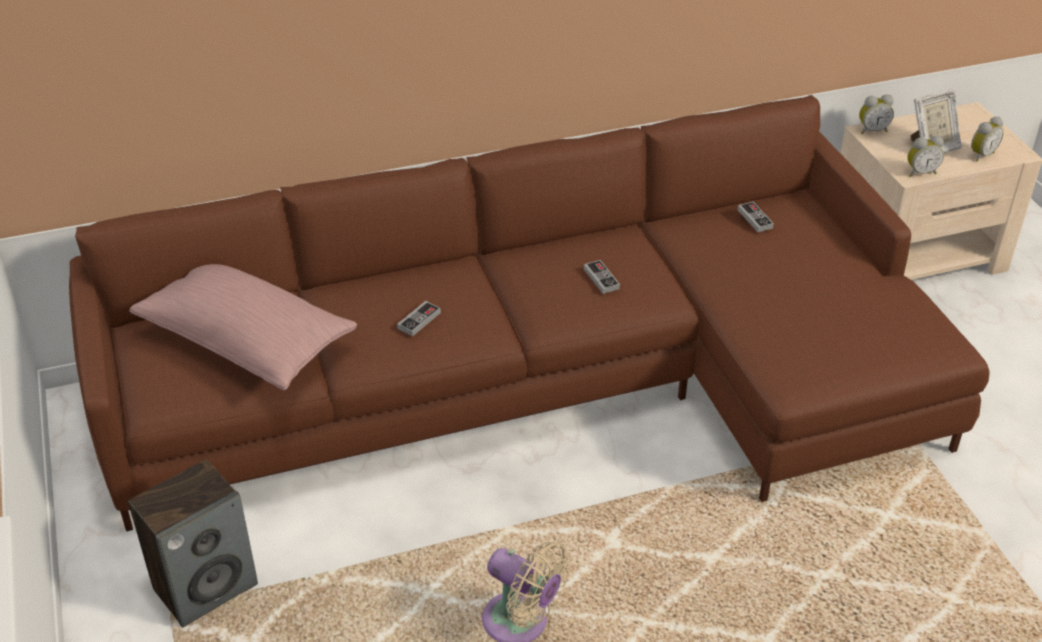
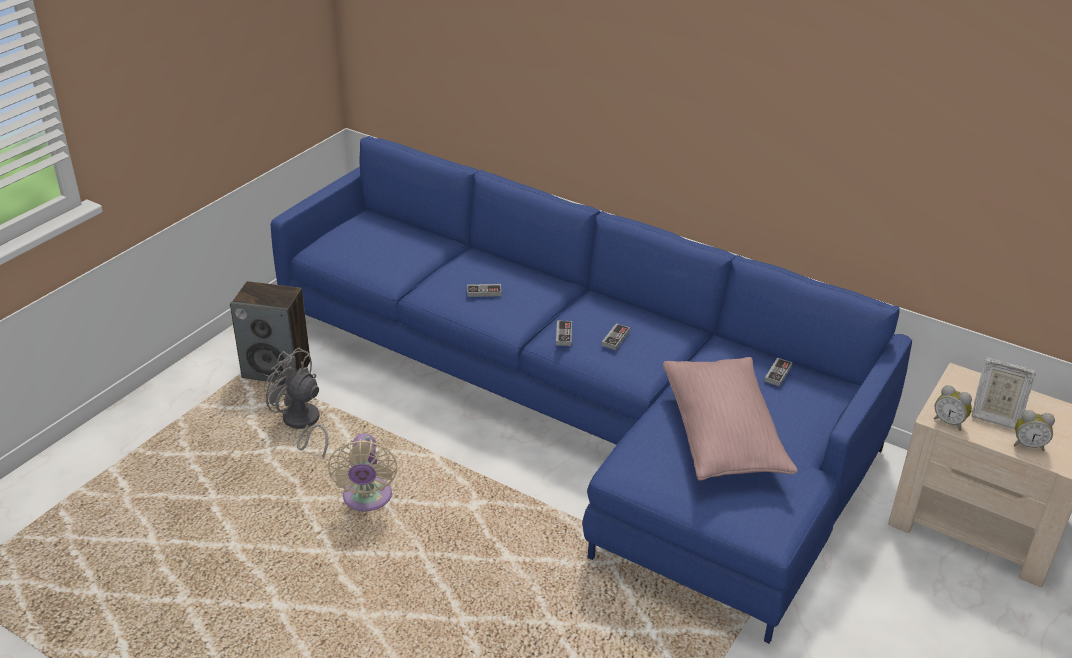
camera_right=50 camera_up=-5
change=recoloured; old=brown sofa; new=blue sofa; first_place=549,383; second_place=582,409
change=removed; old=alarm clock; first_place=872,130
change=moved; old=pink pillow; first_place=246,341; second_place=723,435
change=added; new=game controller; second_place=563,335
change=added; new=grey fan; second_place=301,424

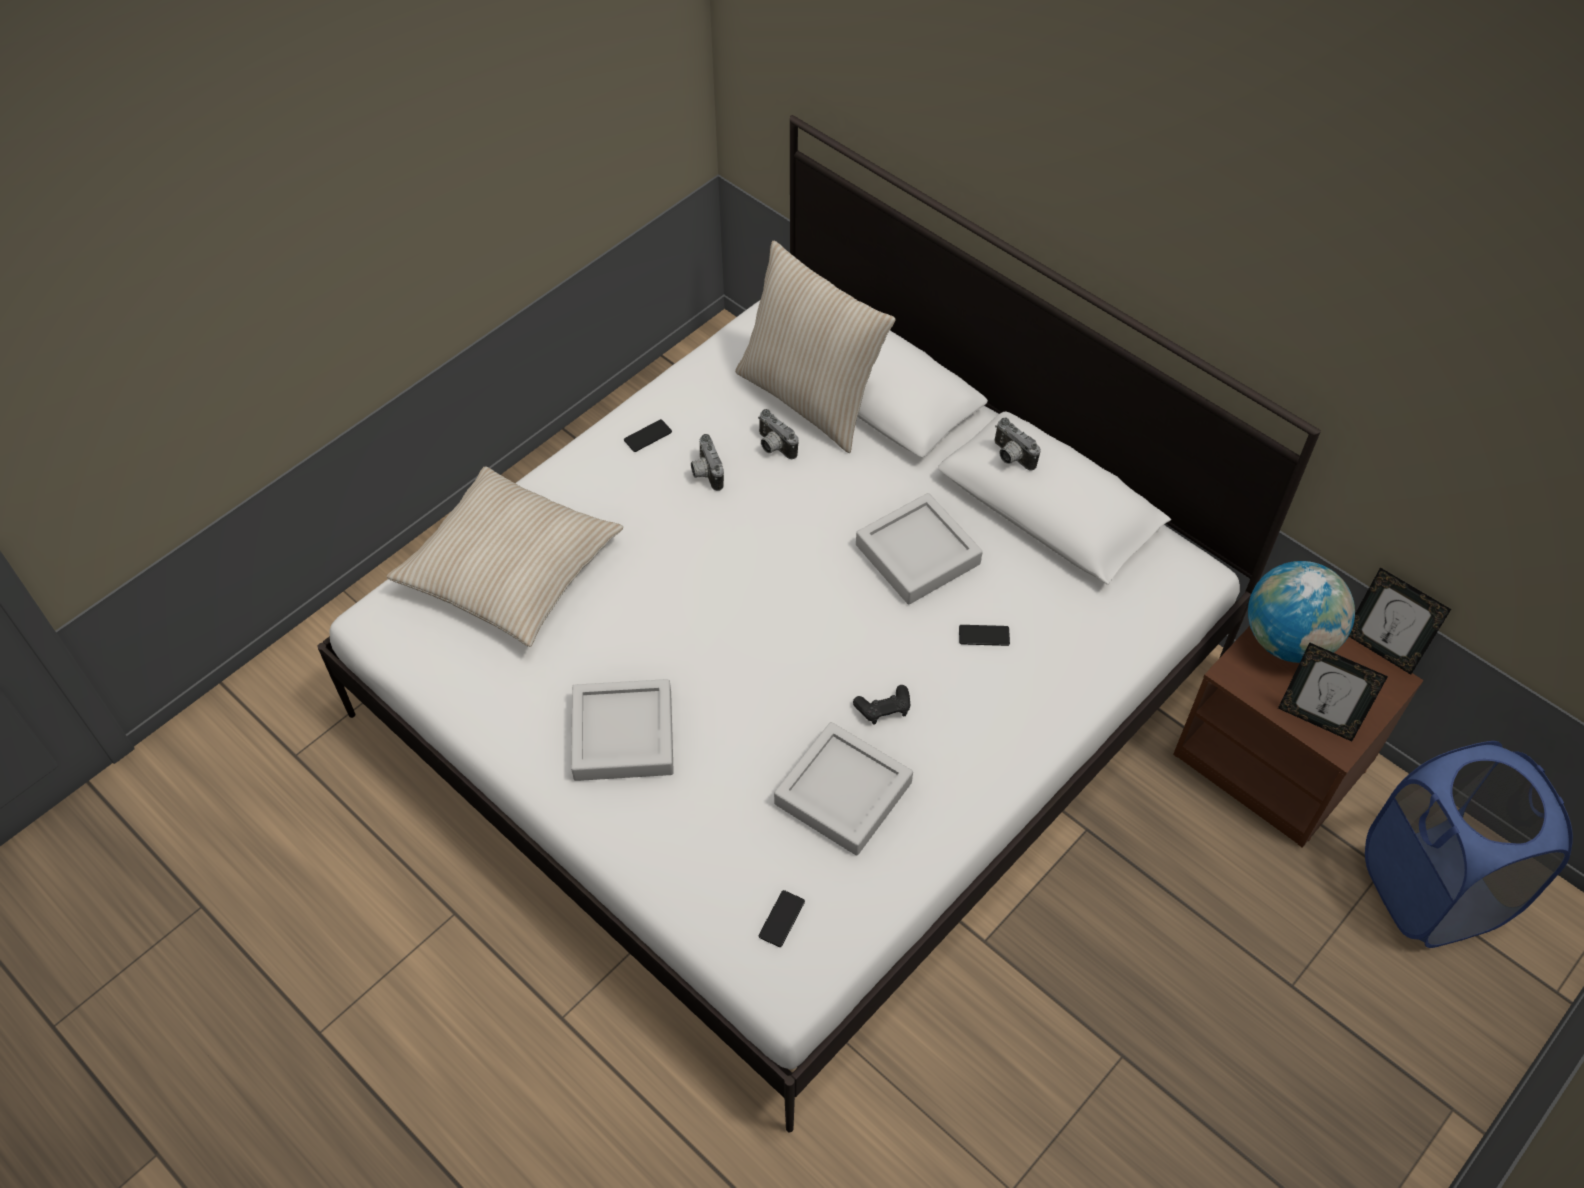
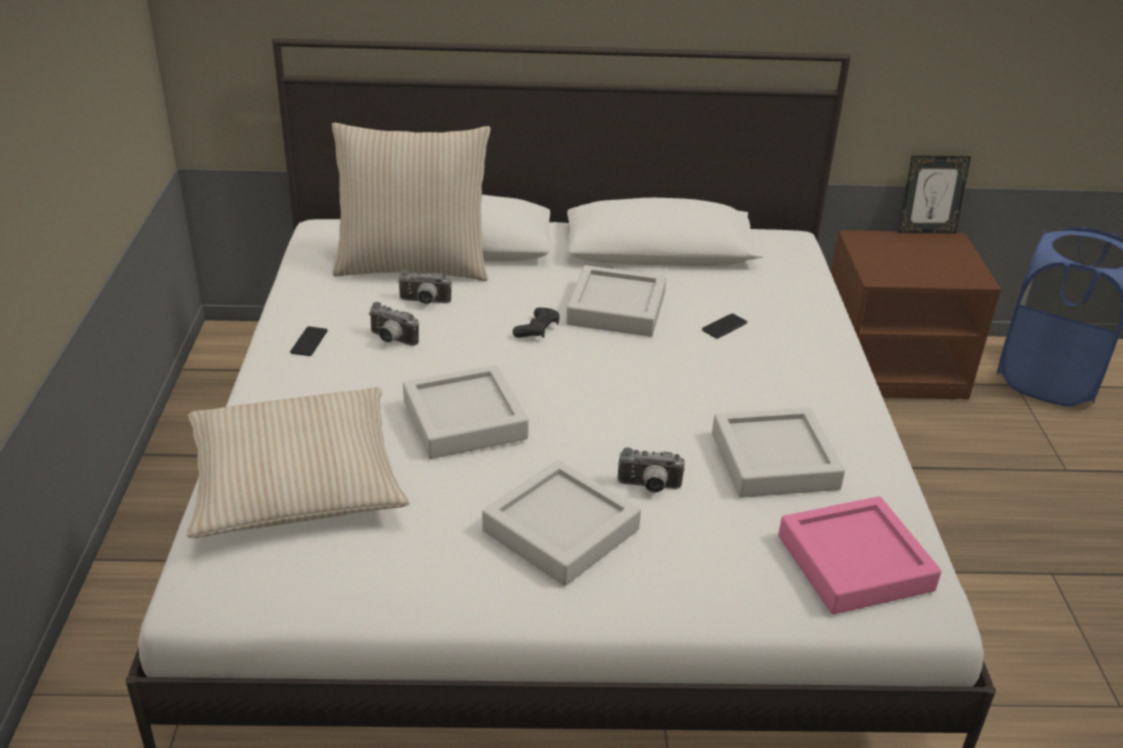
camera_right=-45 camera_up=-20
change=moved; old=photo camera; first_place=1010,457; second_place=649,487
change=removed; old=globe; first_place=1288,640
change=removed; old=picture frame; first_place=1316,720
change=moved; old=black game controller; first_place=883,709; second_place=537,330
change=replaced; old=phone; new=pink tray; first_place=781,919; second_place=854,563
change=added; new=grey tray; second_place=464,420

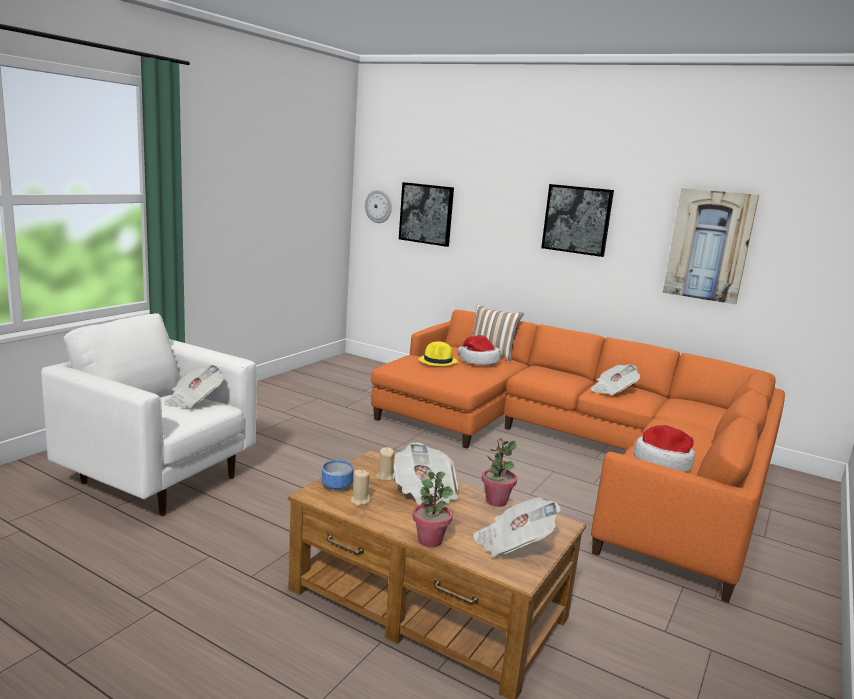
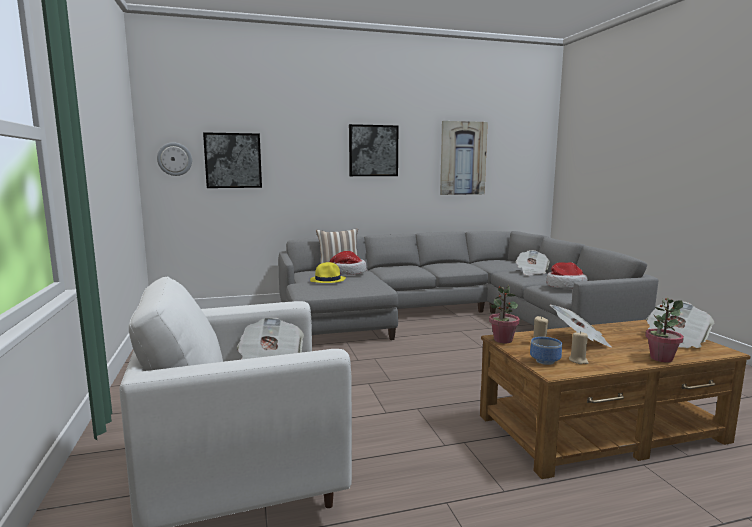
camera_right=-45 camera_up=-5
change=recoloured; old=orange sofa; new=grey sofa; first_place=577,452; second_place=444,316
change=moved; old=newspaper; first_place=612,391; second_place=531,272
change=moved; old=potted plant; first_place=496,501; second_place=502,340

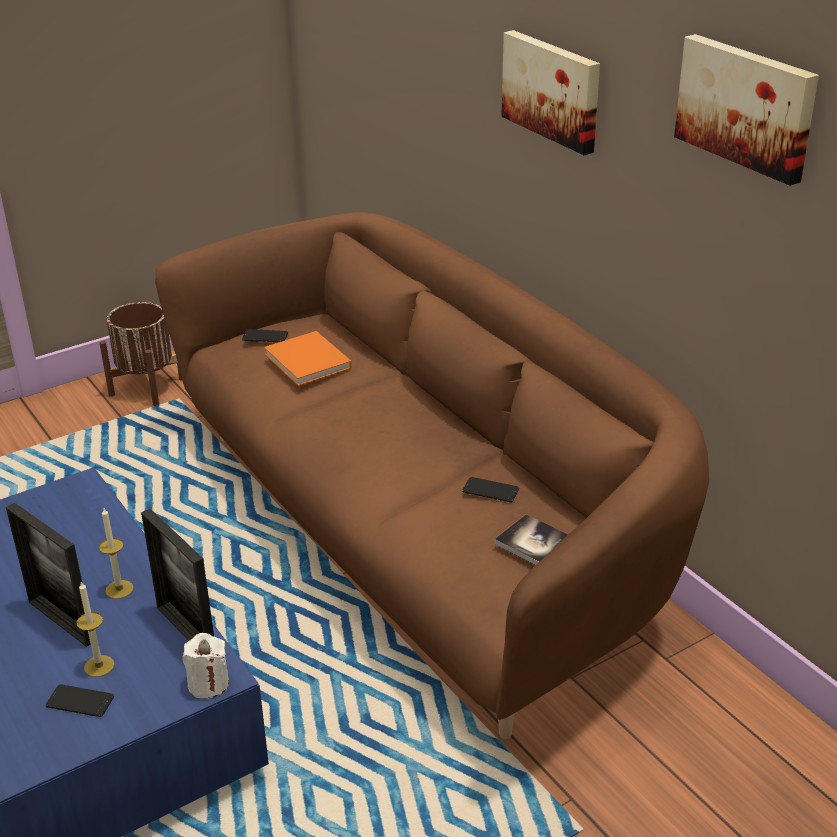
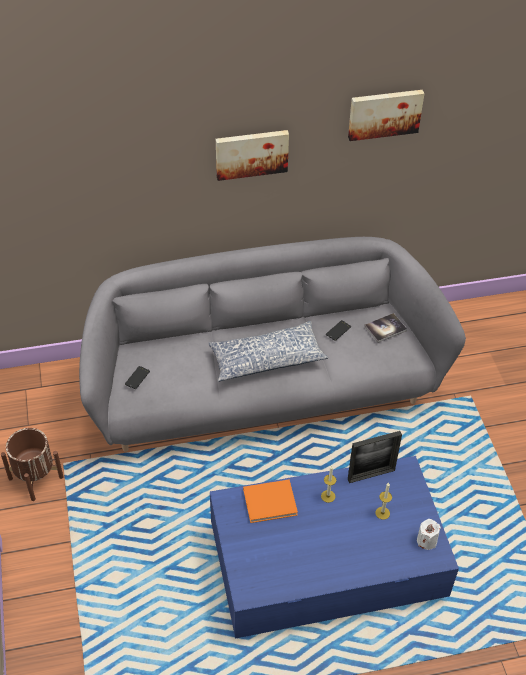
camera_right=-70 camera_up=15
change=recoloured; old=brown sofa; new=grey sofa; first_place=417,534; second_place=262,388
change=moved; old=orange book; first_place=309,362; second_place=271,502
change=removed; old=picture frame; first_place=61,621
change=moved; old=white candle; first_place=208,684; second_place=426,540
change=removed; old=phone; first_place=80,701
change=added; new=pillow; second_place=266,358

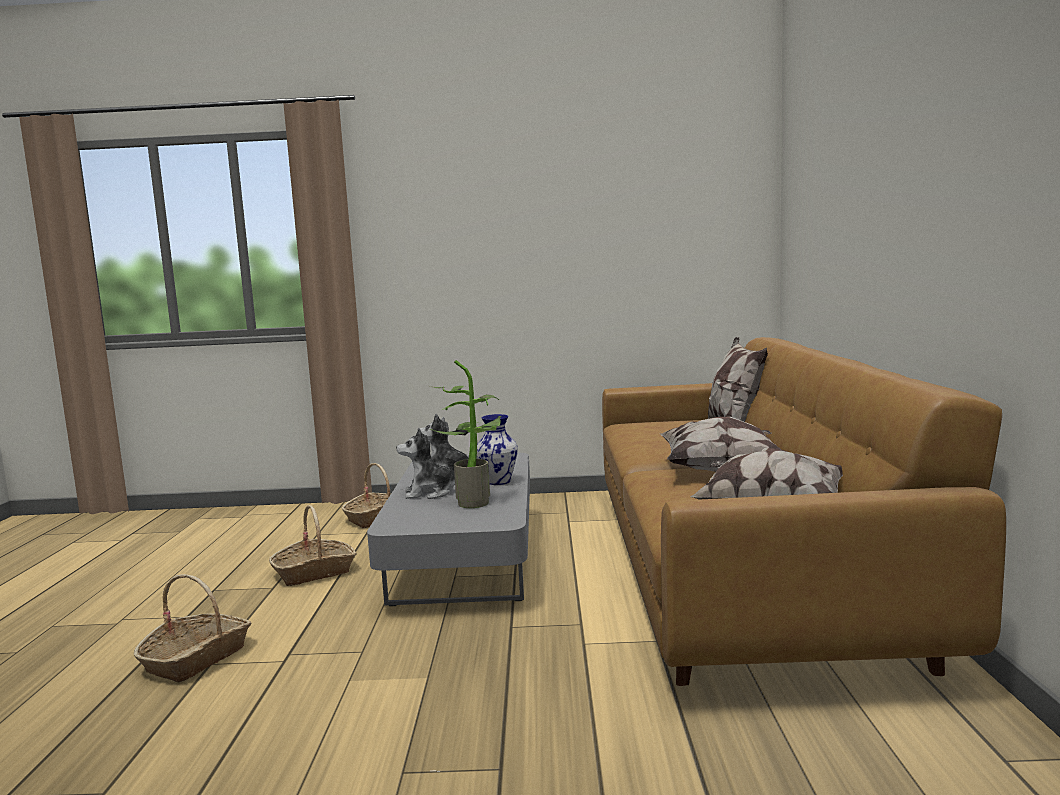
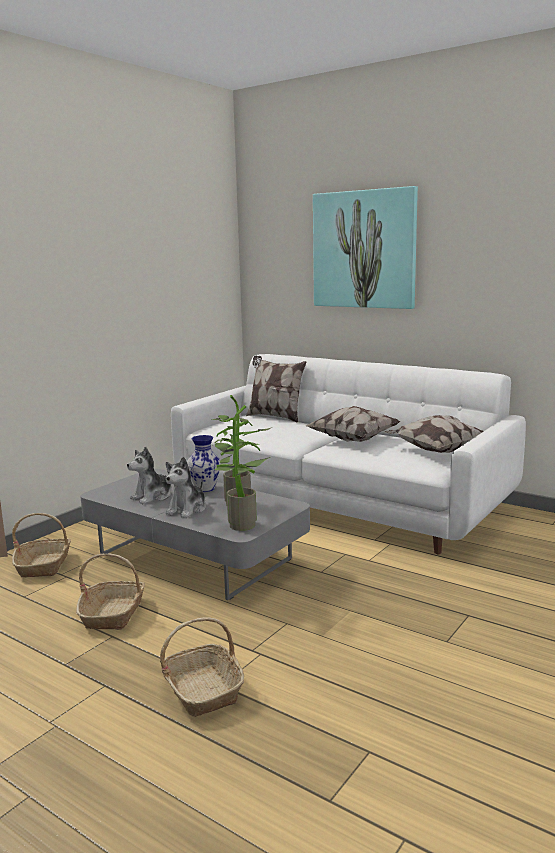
camera_right=-55 camera_up=5
change=recoloured; old=brown sofa; new=white sofa; first_place=740,568; second_place=339,500
change=added; new=picture; second_place=364,249
change=added; new=potted plant; second_place=242,527

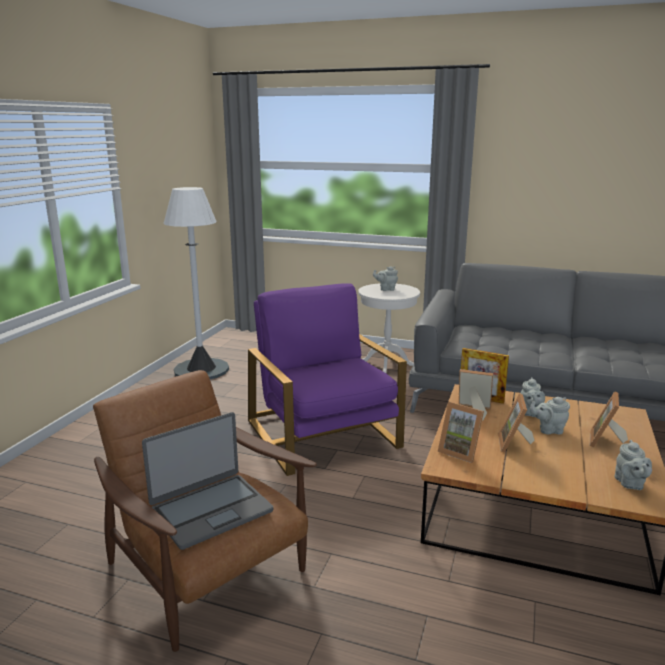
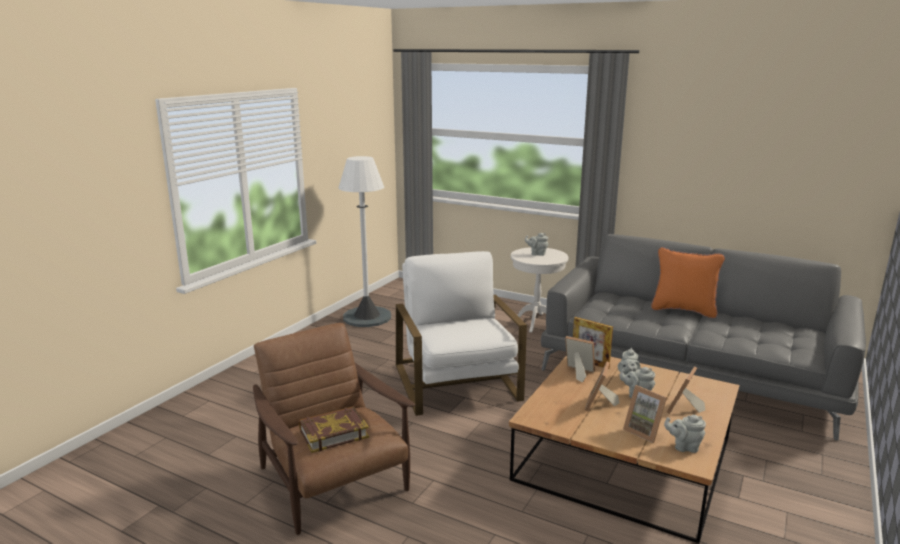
camera_right=10 camera_up=0
change=recoloured; old=purple armchair; new=white armchair; first_place=324,434; second_place=458,383
change=moved; old=picture frame; first_place=460,451; second_place=644,431
change=replaced; old=laptop; new=book; first_place=211,510; second_place=333,433
change=turned; old=grey teapot; first_place=630,484; second_place=684,447; degrees=90
change=added; new=orange pillow; second_place=683,310

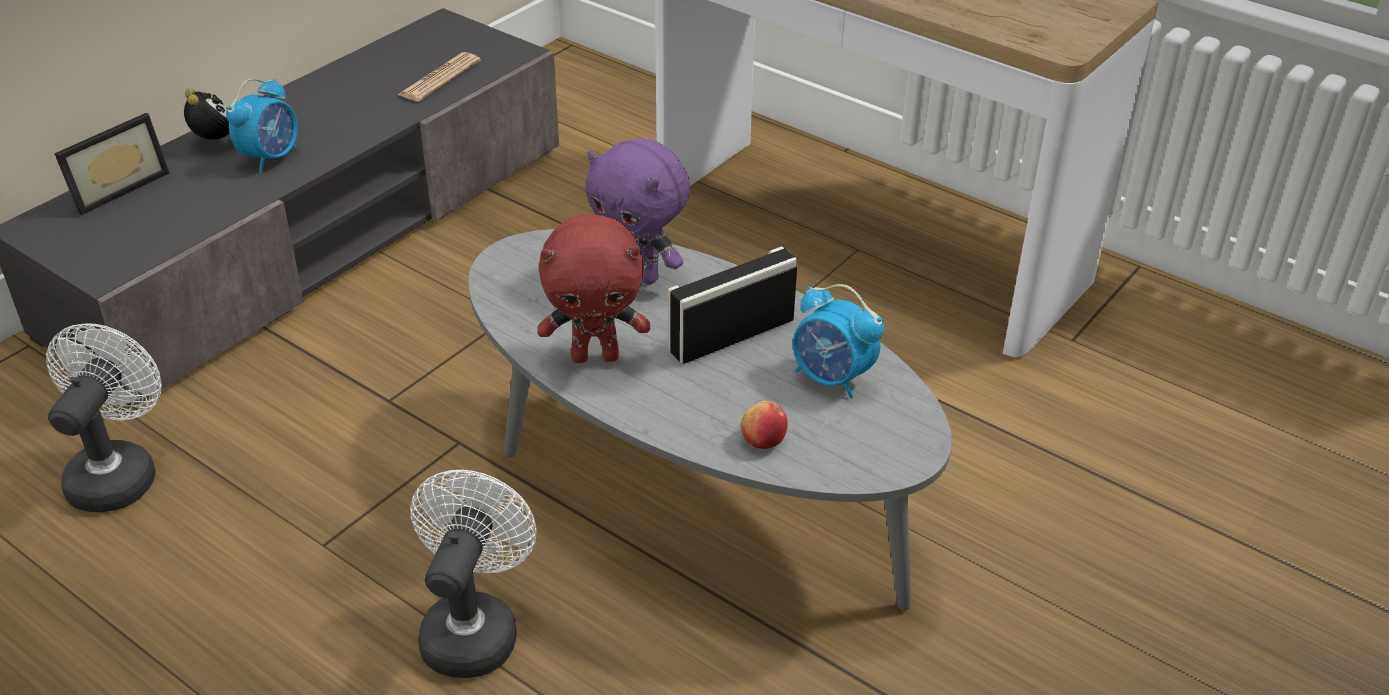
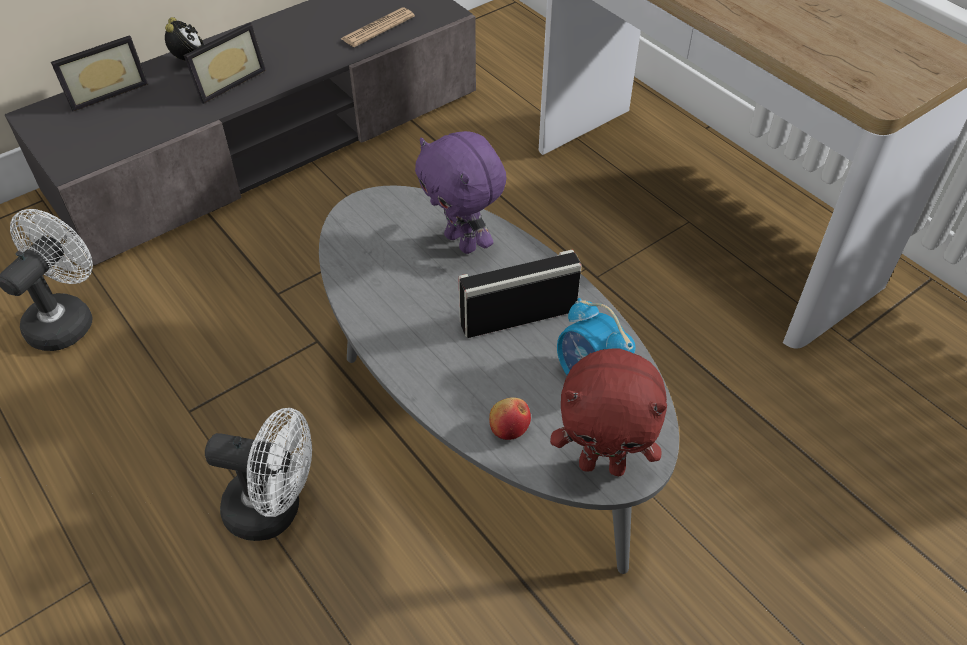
camera_right=15 camera_up=10
change=replaced; old=alarm clock; new=picture frame; first_place=271,157; second_place=226,81
change=moved; old=red plush toy; first_place=596,356; second_place=603,464
change=turned; old=white fan; first_place=473,627; second_place=275,509; degrees=75

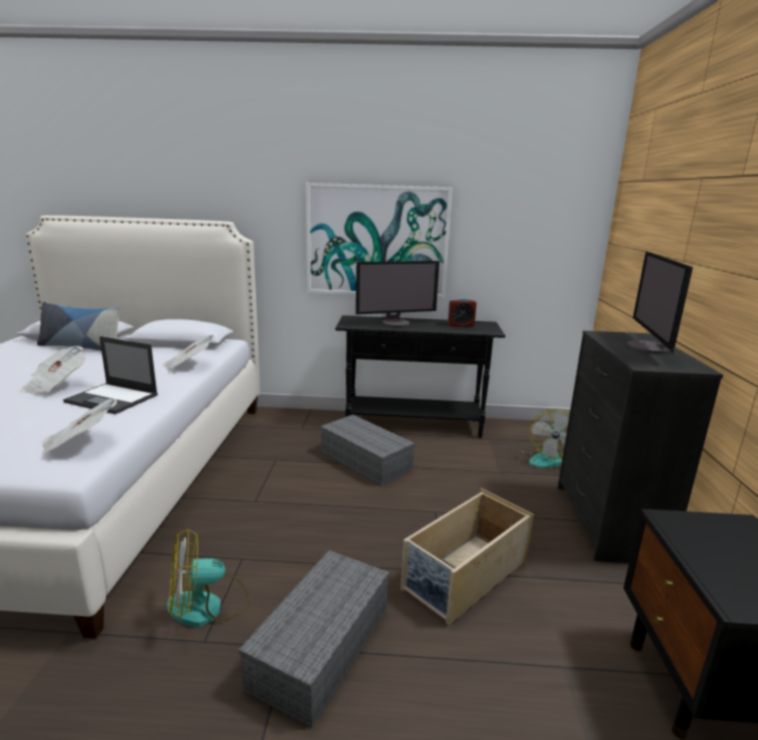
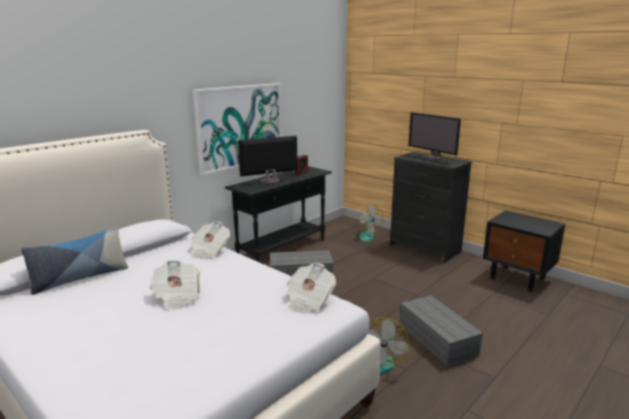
camera_right=-50 camera_up=0
change=turned; old=monitor; first_place=396,323; second_place=269,181; degrees=-135
change=removed; old=laptop; first_place=113,398
change=removed; old=beige storage box; first_place=464,576

